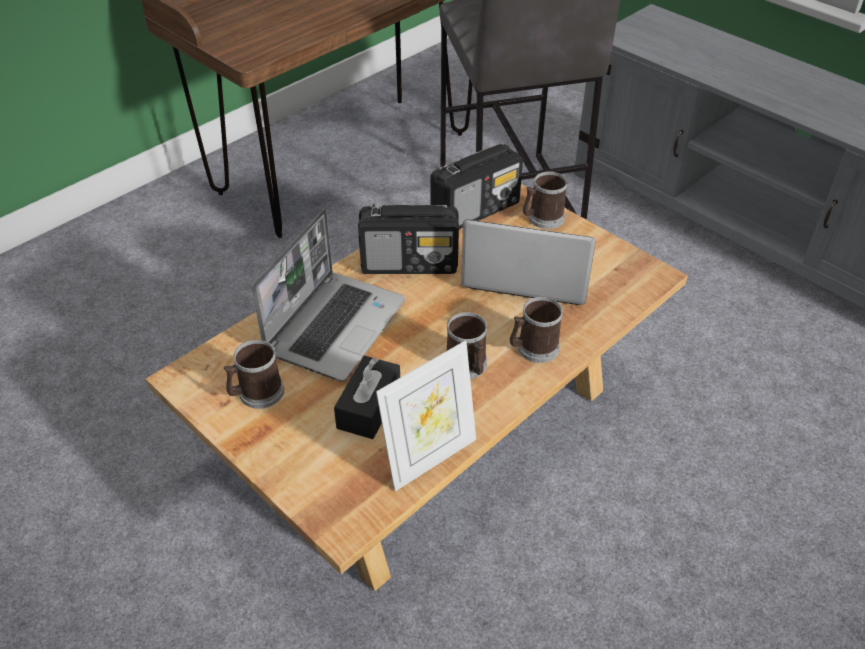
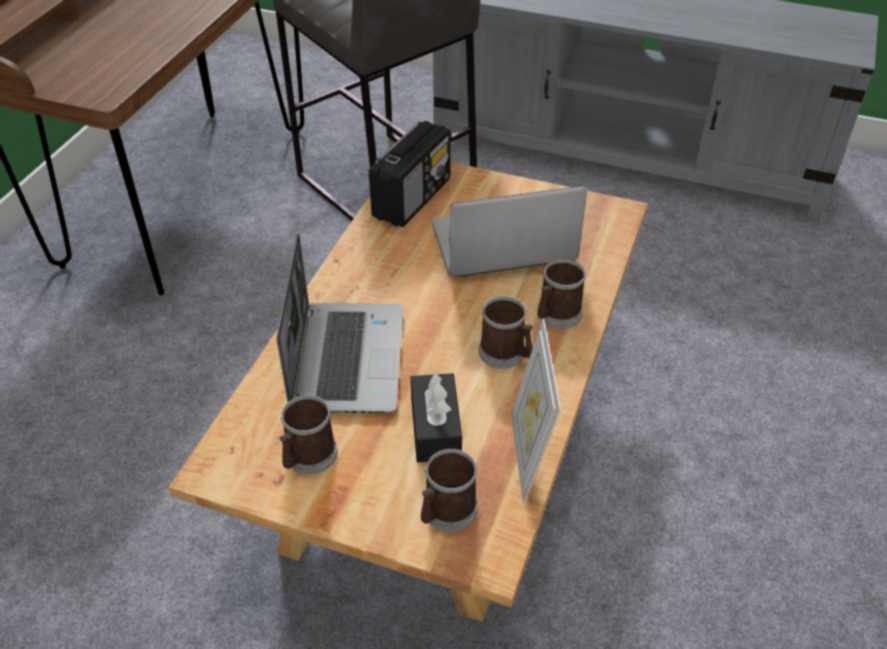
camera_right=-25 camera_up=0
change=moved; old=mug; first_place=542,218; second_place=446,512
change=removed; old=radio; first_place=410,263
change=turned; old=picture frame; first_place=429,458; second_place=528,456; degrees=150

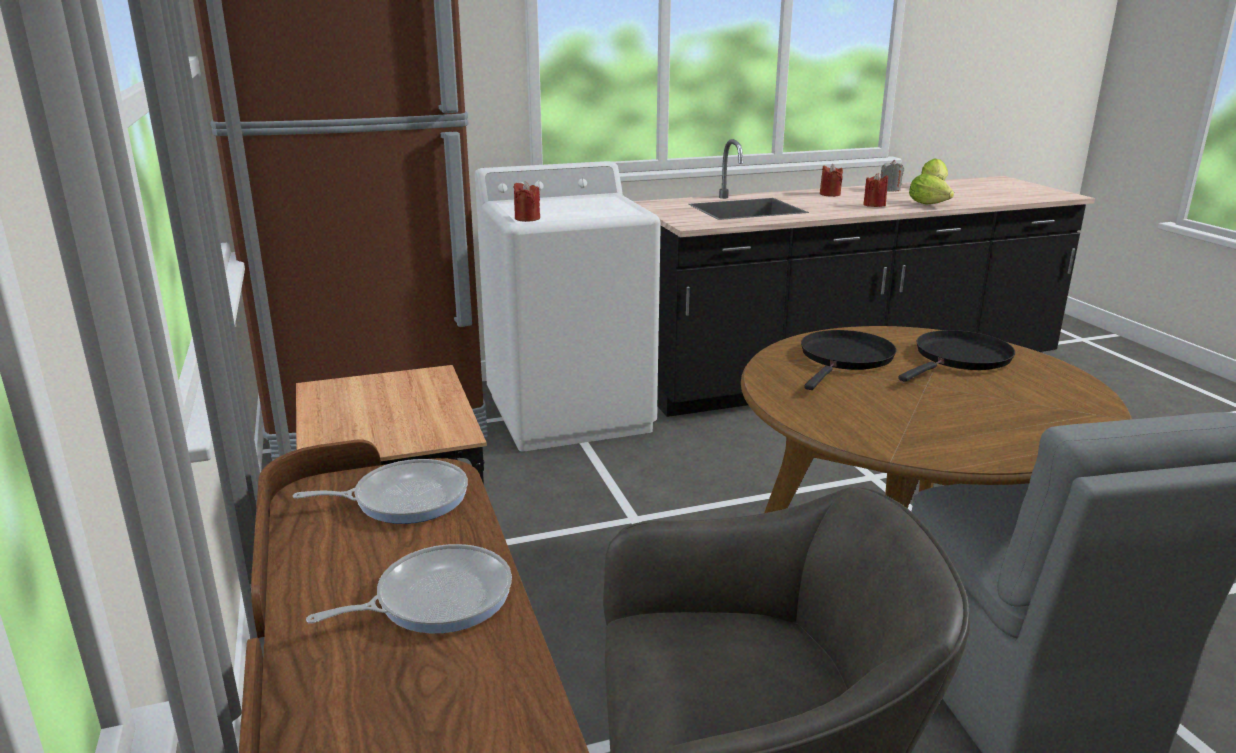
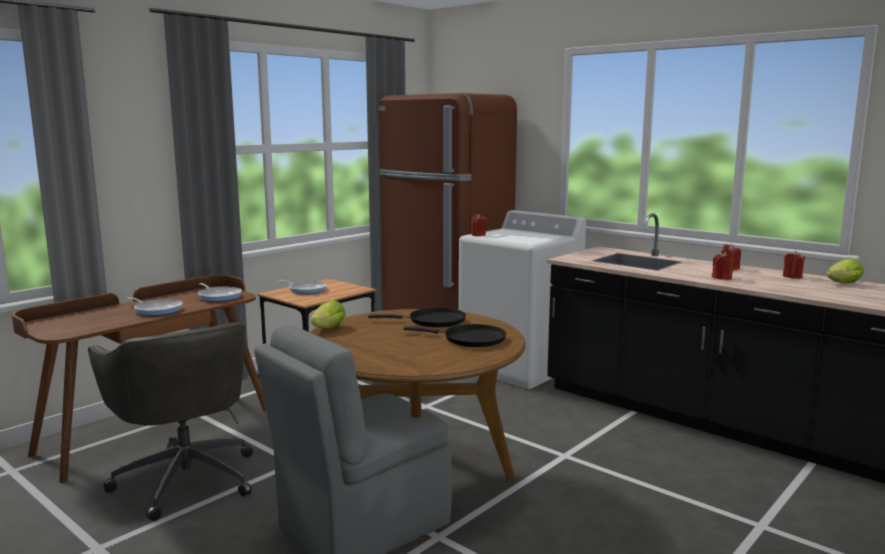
camera_right=60 camera_up=-10
change=recoloured; old=grey candle; new=red candle; first_place=890,190; second_place=792,277
change=moved; old=lettuce; first_place=930,205; second_place=327,329
change=added; new=frying pan; second_place=306,290

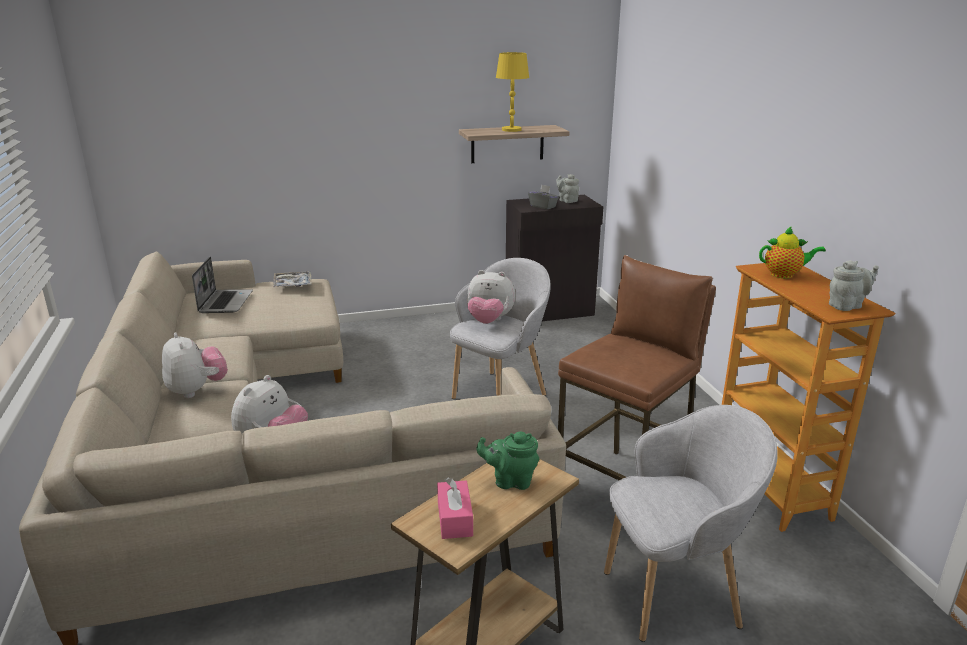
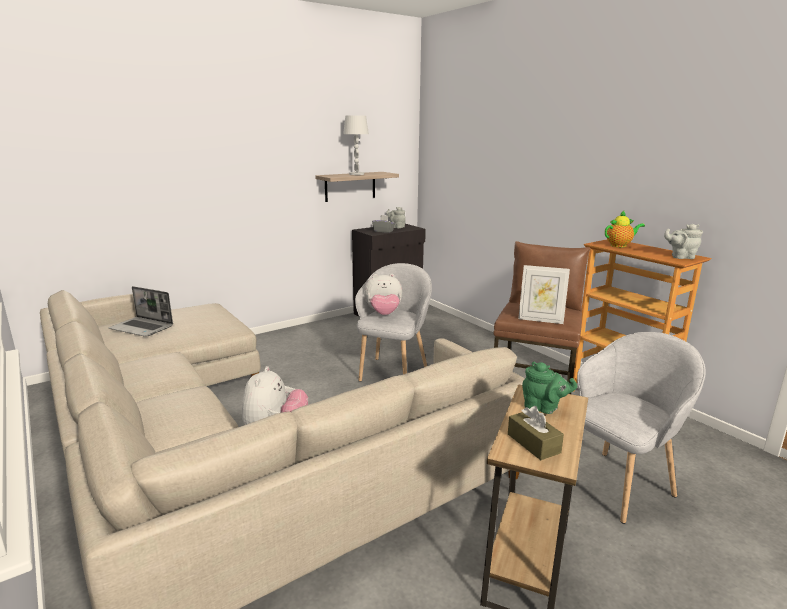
camera_right=-20 camera_up=-5
change=recoloured; old=yellow table lamp; new=white table lamp; first_place=511,130; second_place=356,174
change=turned; old=laptop; first_place=225,302; second_place=142,328; degrees=135
change=turned; old=grey teapot; first_place=847,306; second_place=680,257; degrees=-135
change=removed; old=tray; first_place=293,284
change=removed; old=plush toy; first_place=197,390
change=turned; old=green teapot; first_place=510,481; second_place=543,408; degrees=-135
change=recoloured; old=pink tissue box; new=brown tissue box; first_place=455,519; second_place=533,443
change=added; new=picture frame; second_place=540,320

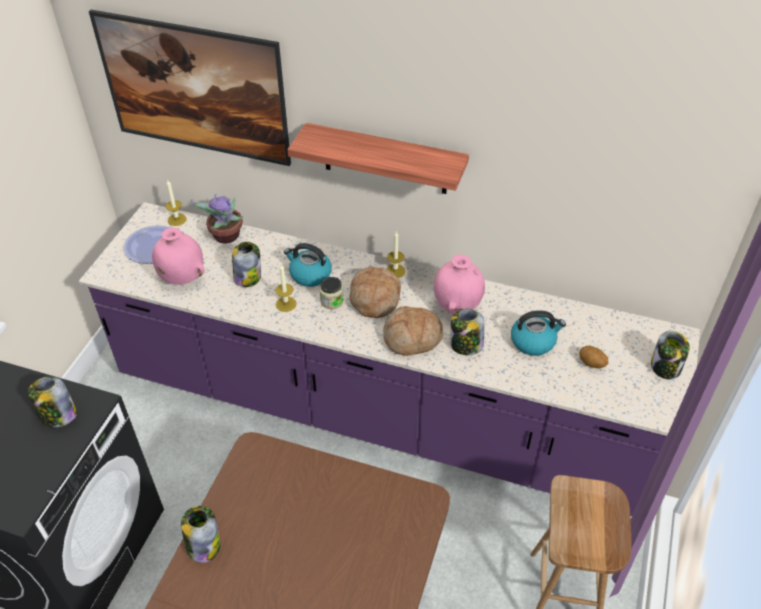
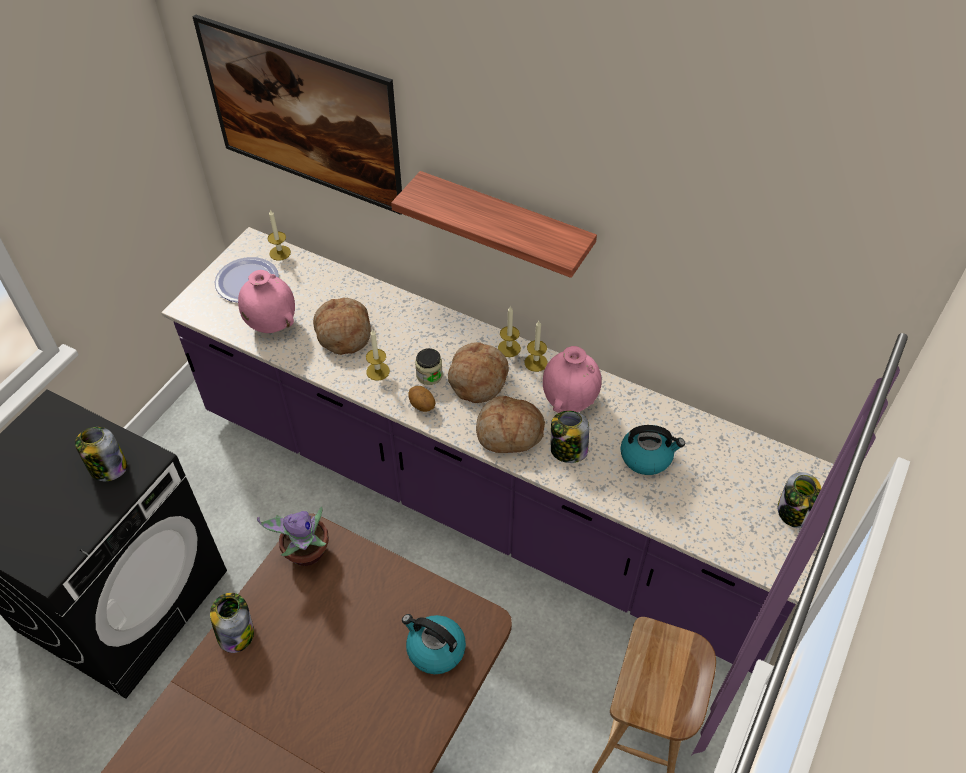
camera_right=10 camera_up=5
change=moved; old=potted plant; first_place=225,237; second_place=305,553
change=replaced; old=jar; new=bread; first_place=248,277; second_place=343,333
change=moved; old=kettle; first_place=310,275; second_place=435,649
change=moved; old=potato; first_place=591,364; second_place=421,406
change=added; new=candle; second_place=536,362

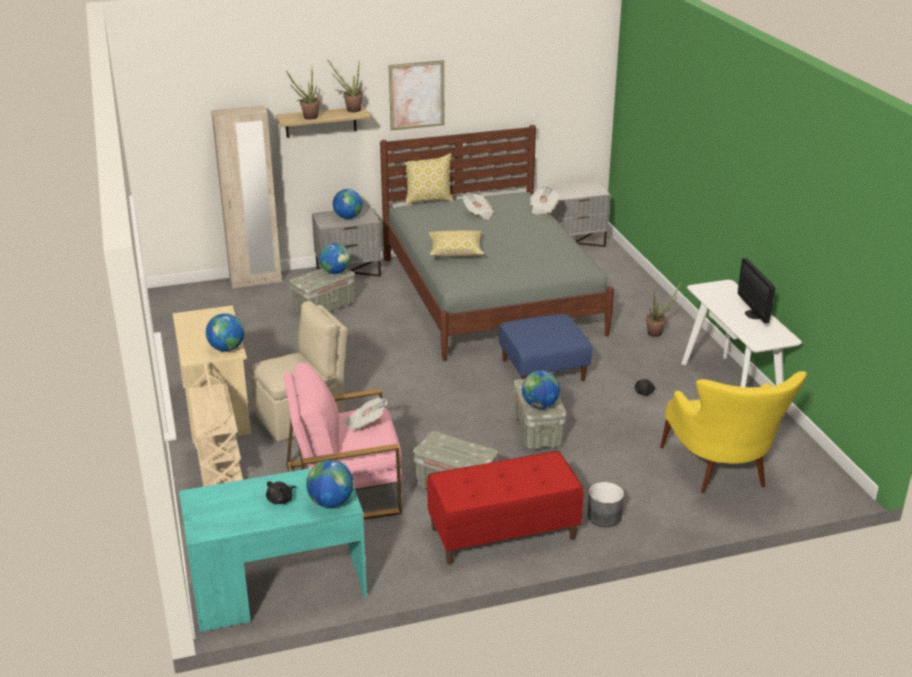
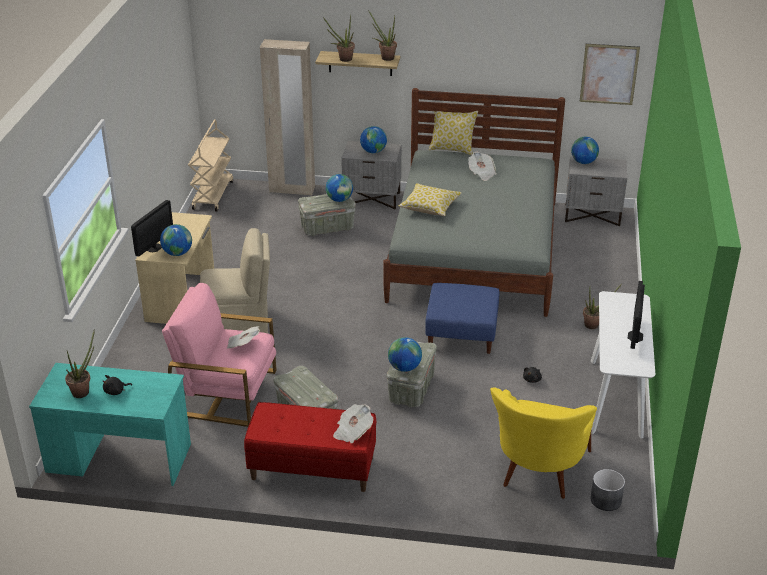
camera_right=25 camera_up=5
change=moved; old=picture; first_place=417,95; second_place=609,74
change=moved; old=newspaper; first_place=543,209; second_place=352,432
change=moved; old=beige cart; first_place=219,470; second_place=212,195
change=moved; old=globe; first_place=331,502; second_place=583,162
change=moved; old=grey planter; first_place=604,516; second_place=605,500
change=added; new=monitor; second_place=154,248
change=added; new=potted plant; second_place=83,390

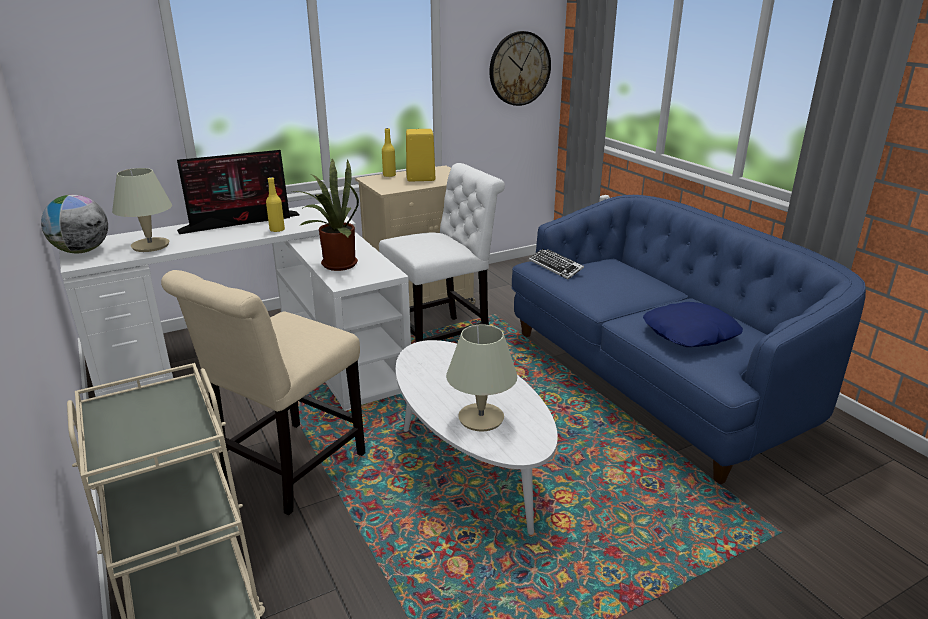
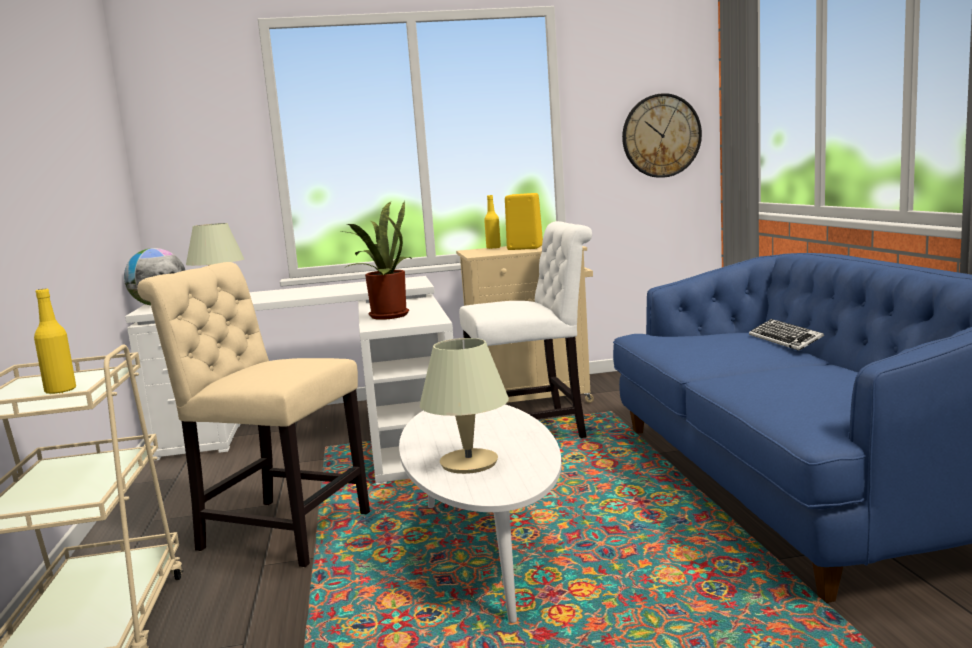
camera_right=20 camera_up=-15
change=removed; old=monitor; first_place=242,222
change=moved; old=yellow bottle; first_place=277,230; second_place=60,391
change=moved; old=keyboard; first_place=555,267; second_place=785,340
change=turned; old=beige chair; first_place=287,470; second_place=277,530; degrees=60
change=removed; old=blue pillow; first_place=690,333

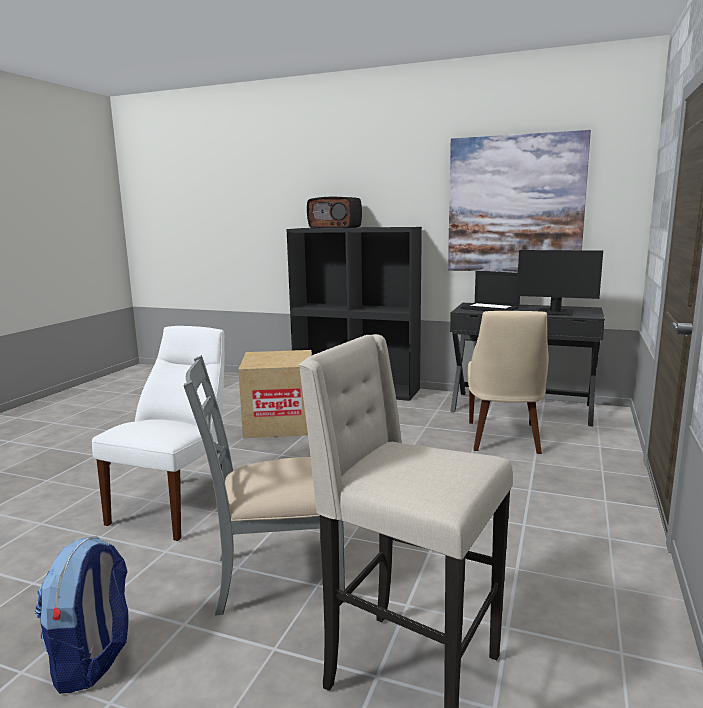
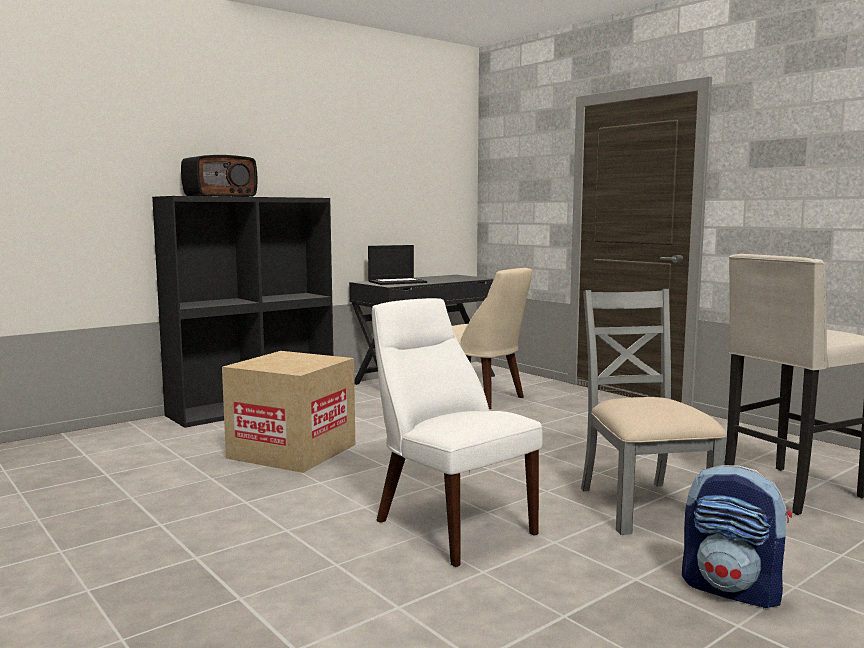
camera_right=-60 camera_up=-5
change=removed; old=picture; first_place=515,204
change=removed; old=monitor; first_place=555,313
change=turned; old=grey chair; first_place=276,577; second_place=643,506; degrees=150

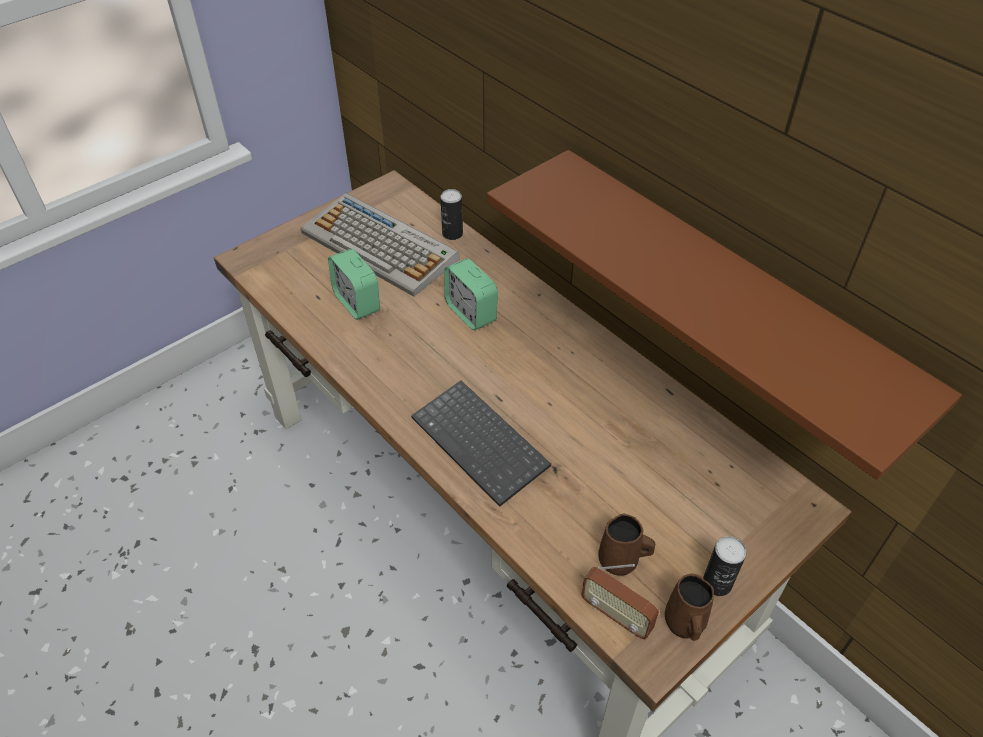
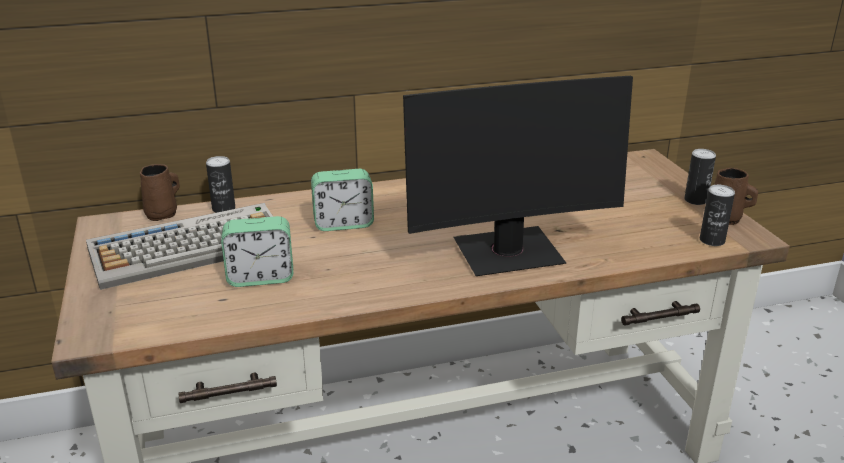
camera_right=-65 camera_up=-20
change=removed; old=brown shelf; first_place=727,293
change=replaced; old=keyboard; new=monitor; first_place=482,443; second_place=508,253
change=moved; old=brown mug; first_place=620,561; second_place=163,214
change=replaced; old=radio; new=can; first_place=616,615; second_place=712,240

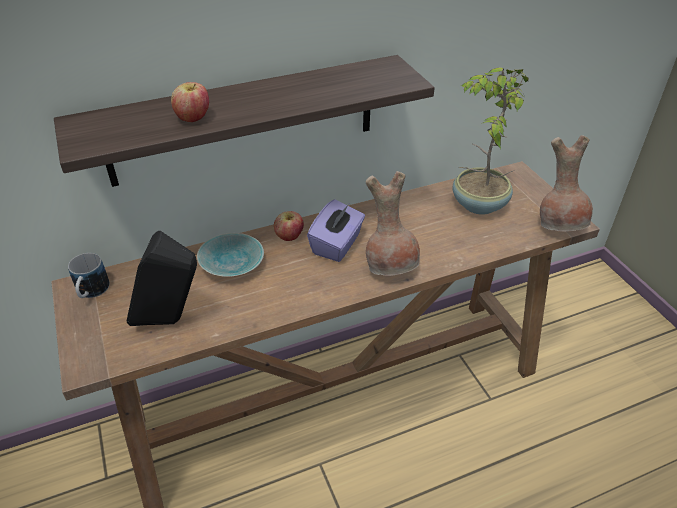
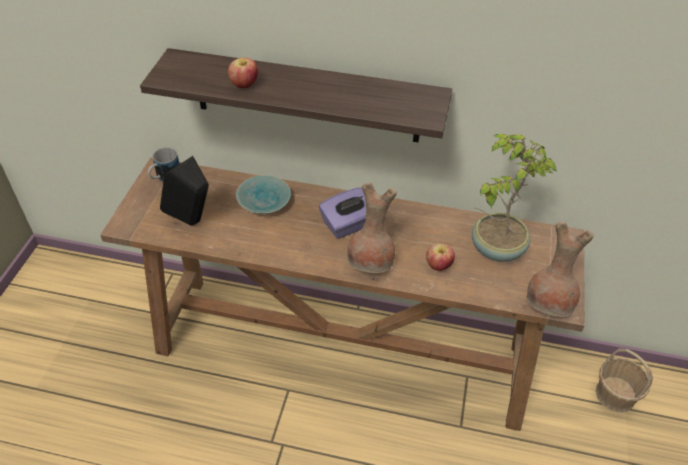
camera_right=35 camera_up=5
change=moved; old=apple; first_place=289,237; second_place=438,266
change=added; new=basket; second_place=615,394

